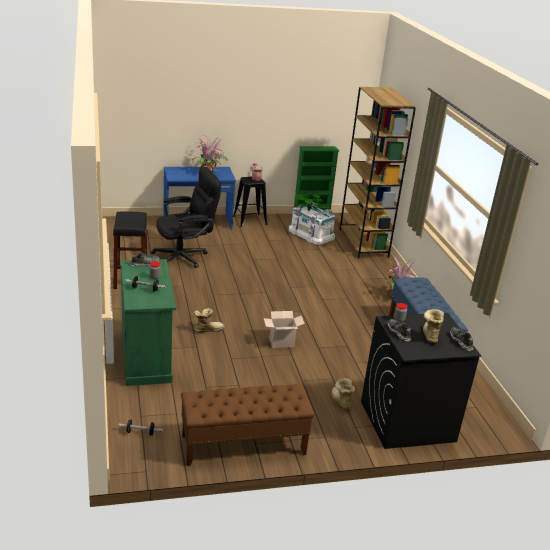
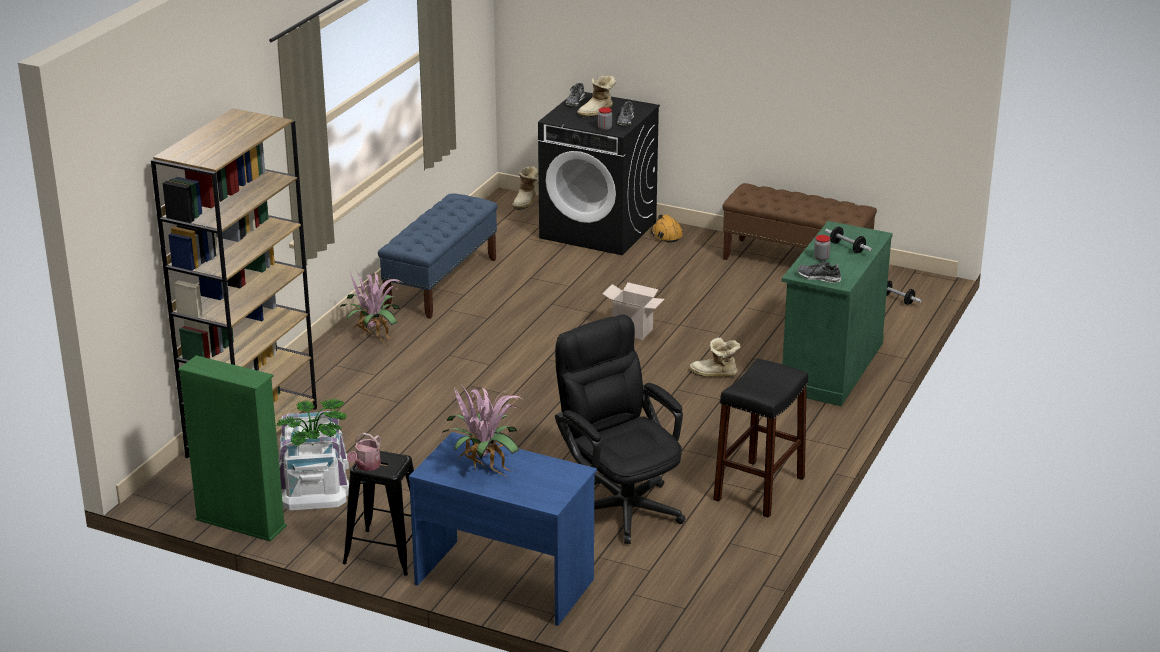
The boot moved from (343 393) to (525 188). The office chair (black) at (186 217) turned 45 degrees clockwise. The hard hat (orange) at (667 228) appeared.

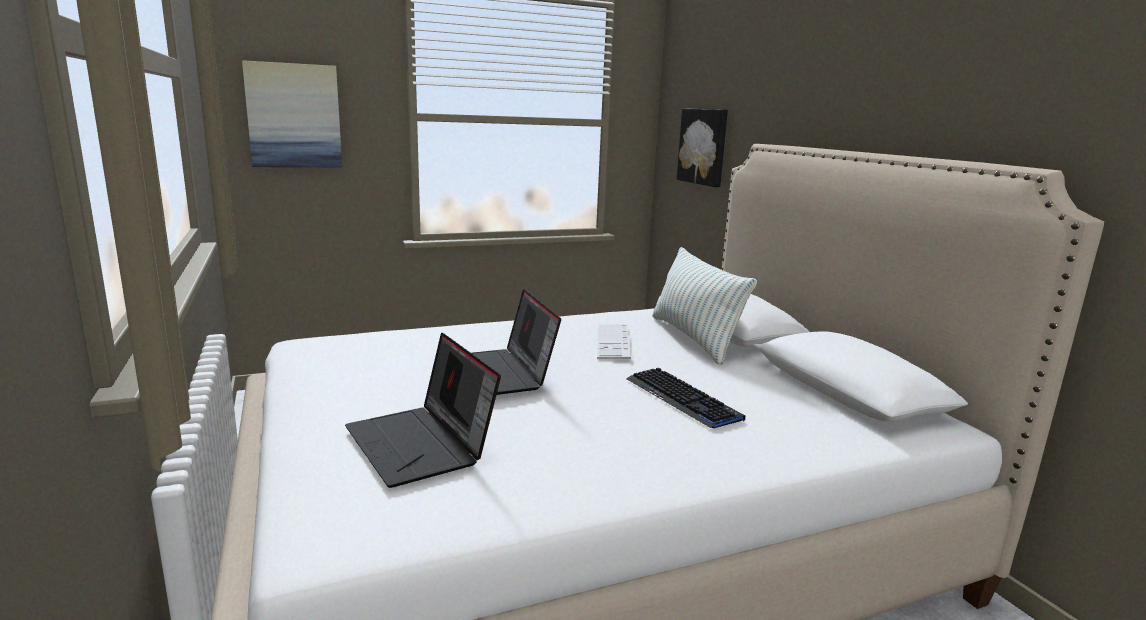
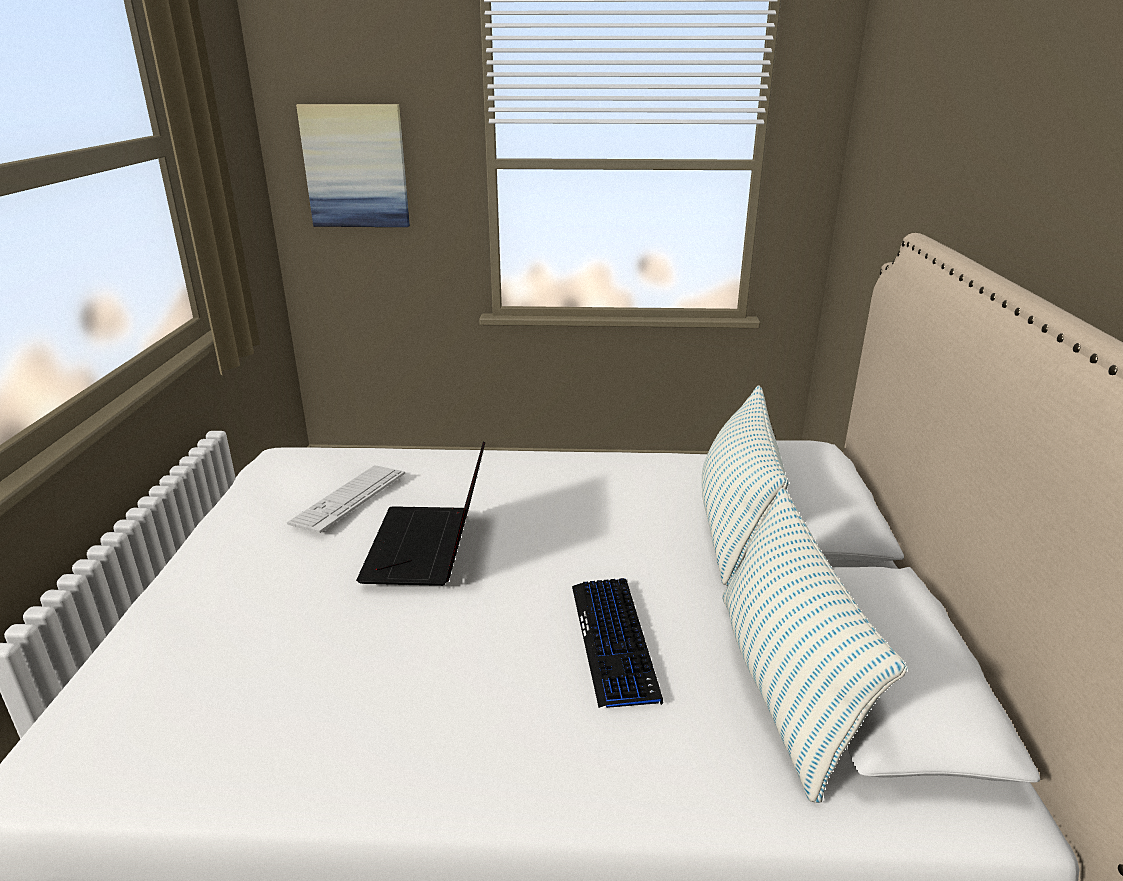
The keyboard moved from (614 341) to (346 499). The pillow at (815 645) appeared. The laptop at (423 410) disappeared. The picture at (702 148) disappeared.

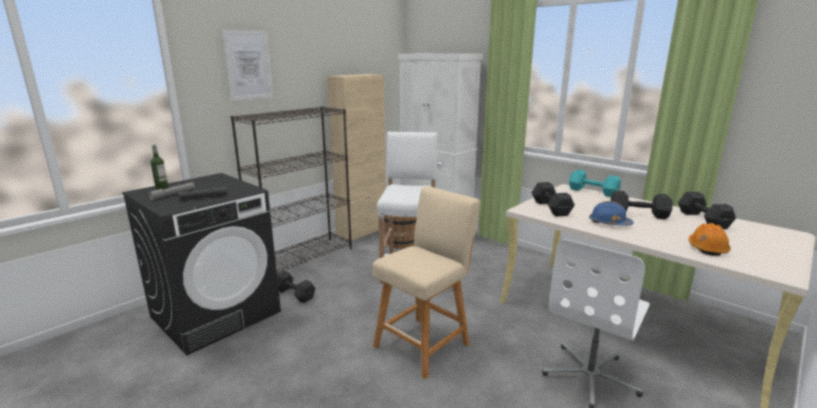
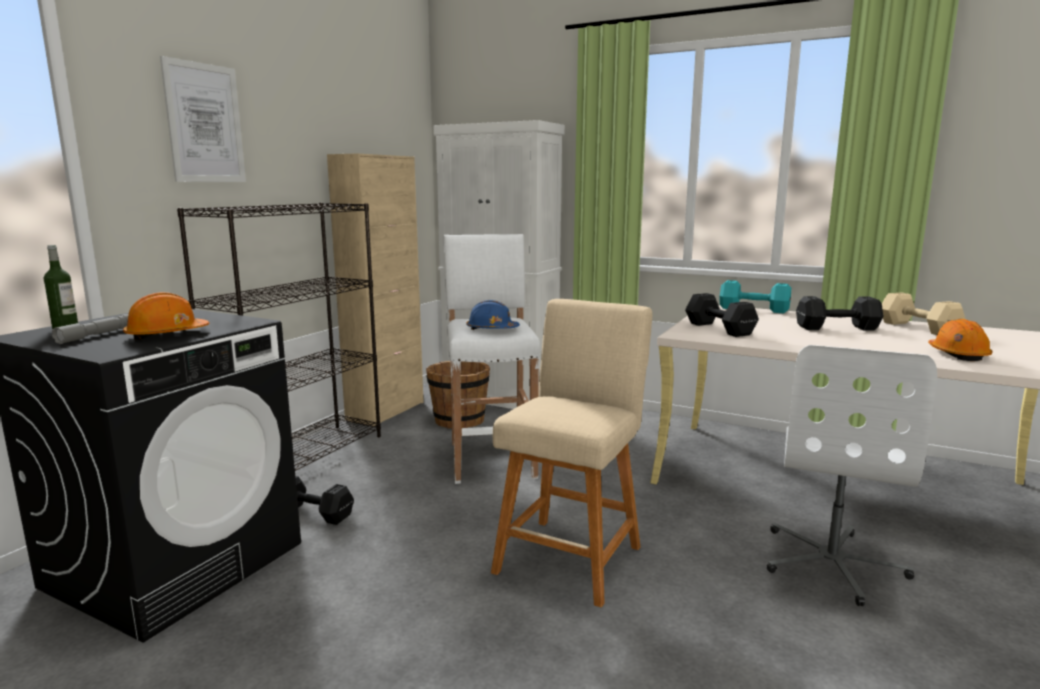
The flashlight (grey) at (202 193) was replaced by the hard hat (orange) at (166 316). The hard hat (blue) moved from (611 213) to (493 315). The dumbbell (black) at (707 210) became the dumbbell (beige) at (923 313).

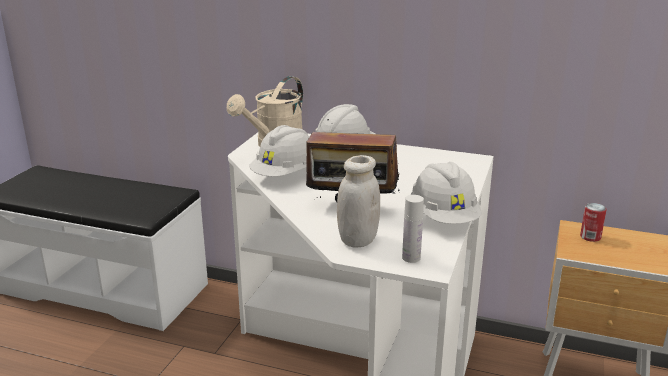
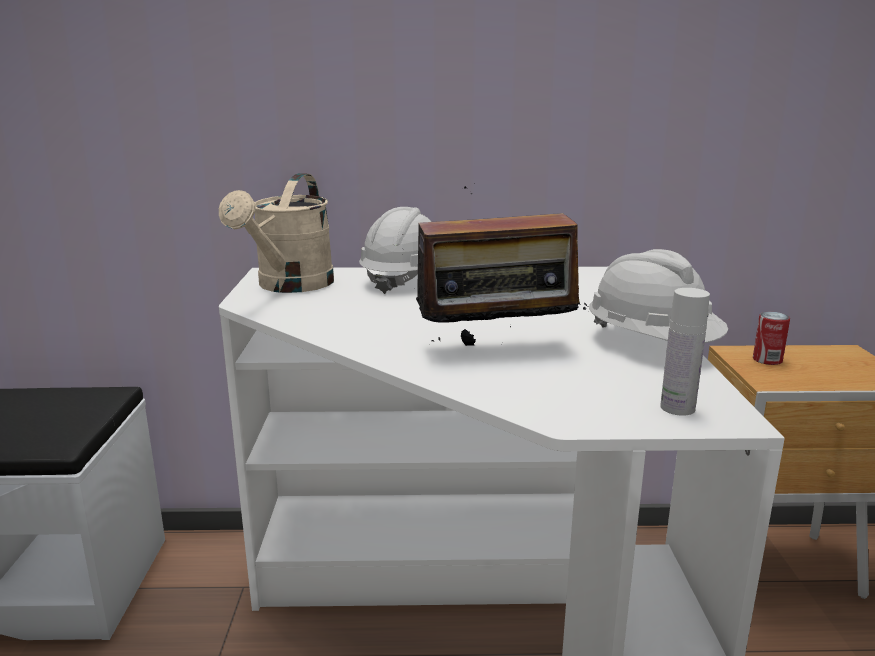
The hard hat (white) at (279 151) disappeared. The jar (white) at (358 201) disappeared.

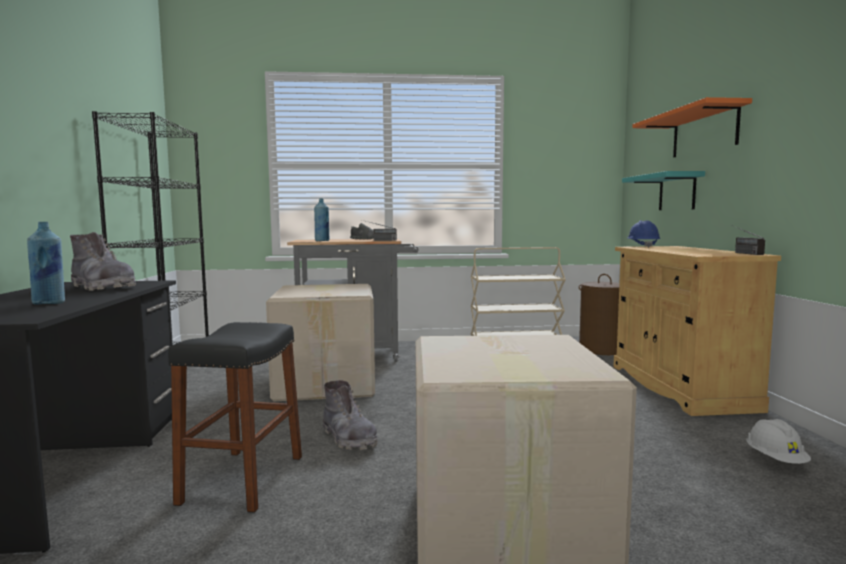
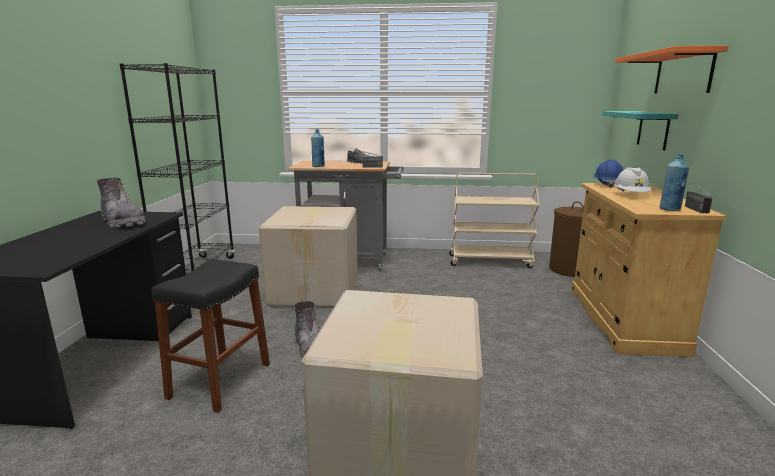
The hard hat (white) moved from (778 441) to (632 180). The bottle (blue) moved from (46 263) to (674 182).

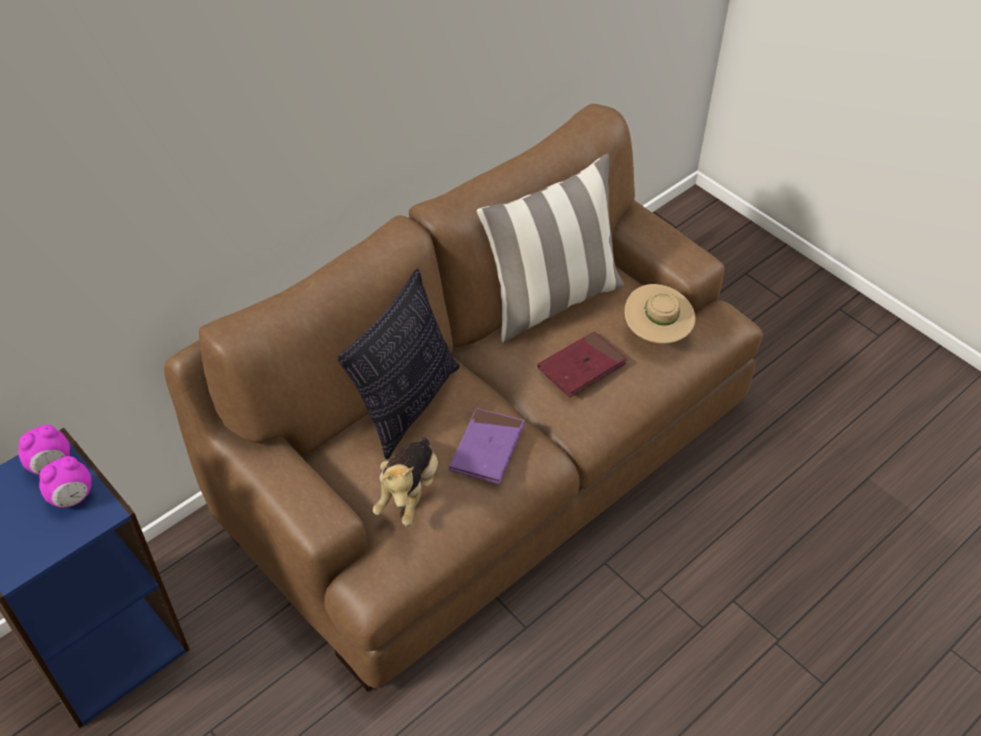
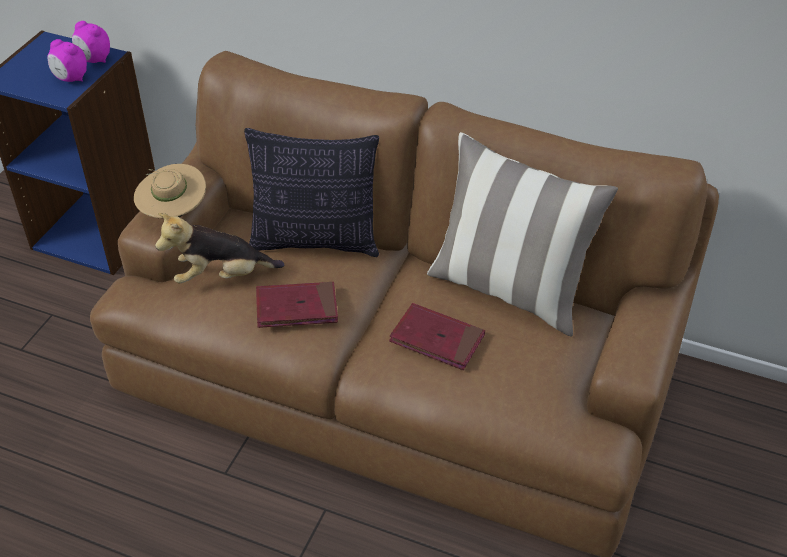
The hat (beige) moved from (659 313) to (170 191). The book (purple) at (487 446) became the book (red) at (297 305).

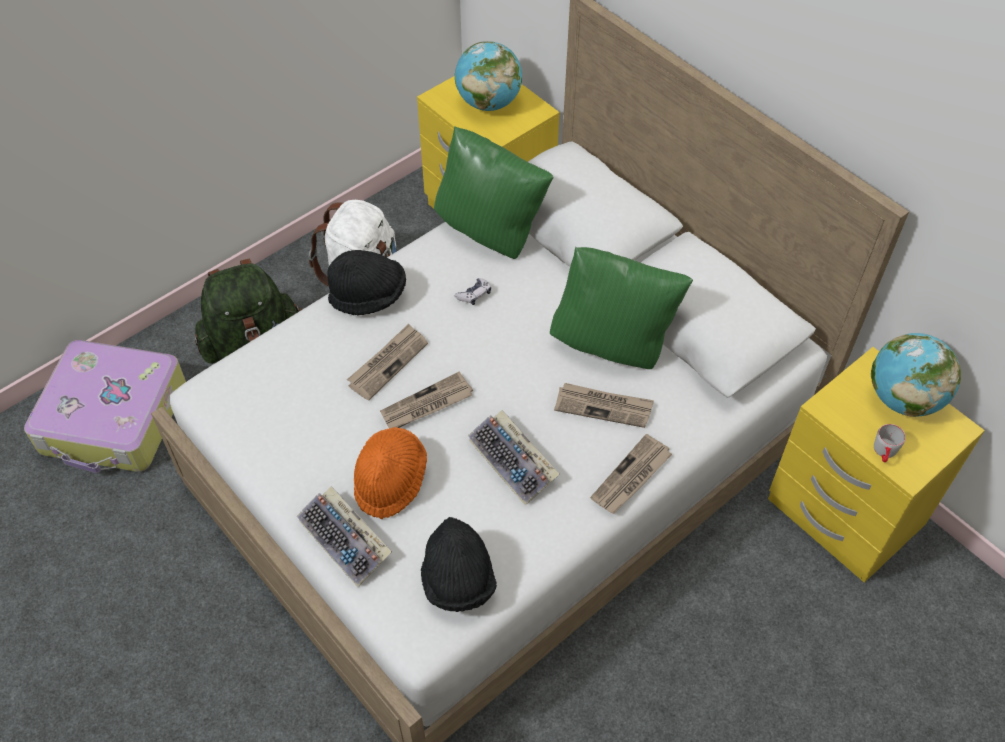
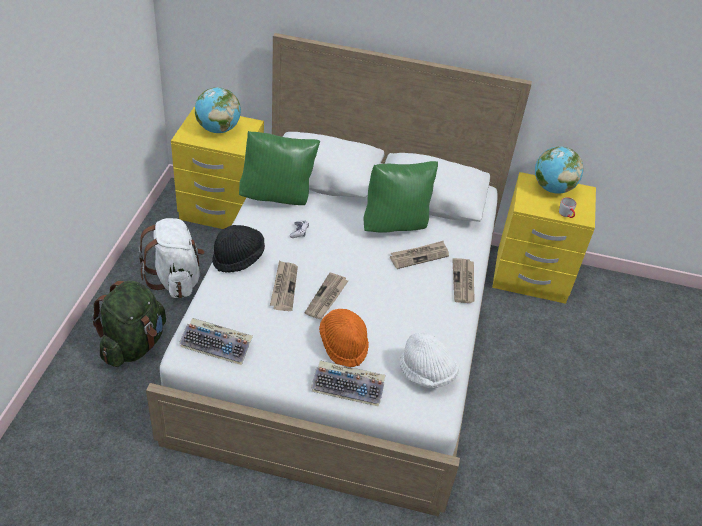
The keyboard moved from (513 458) to (216 341). The hat (black) at (459 564) became the hat (white) at (429 360). The suitcase at (105 406) disappeared.

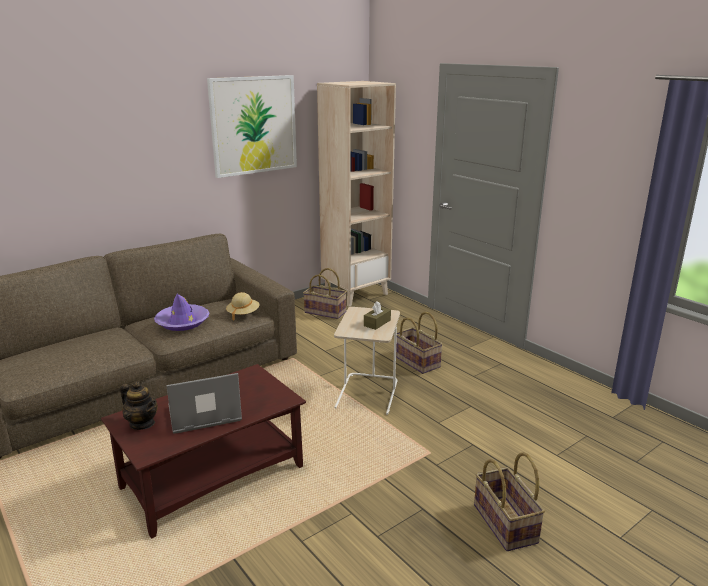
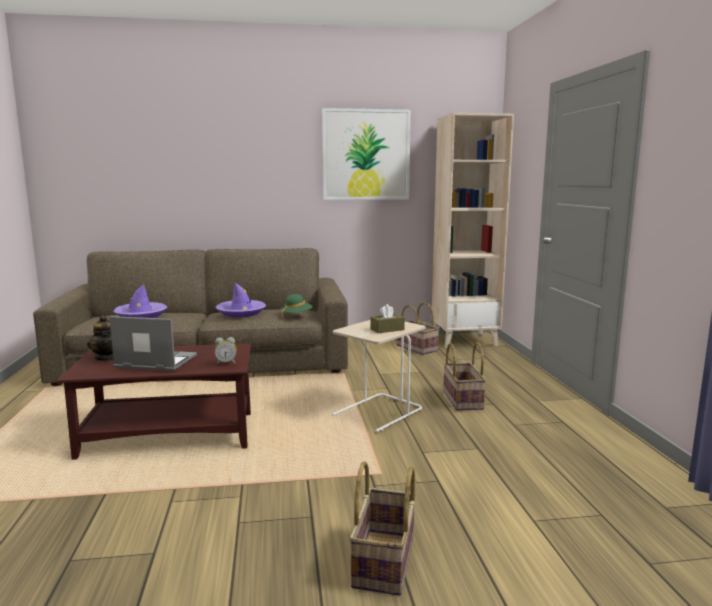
The hat (purple) at (140 301) appeared. The alarm clock at (225 351) appeared. The hat (beige) at (243 306) became the hat (green) at (296 305).

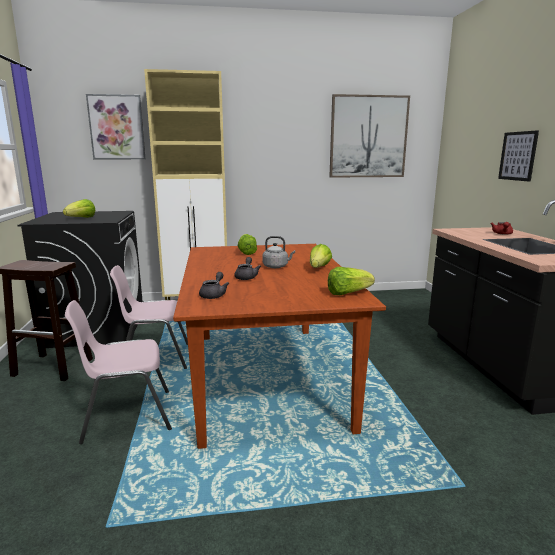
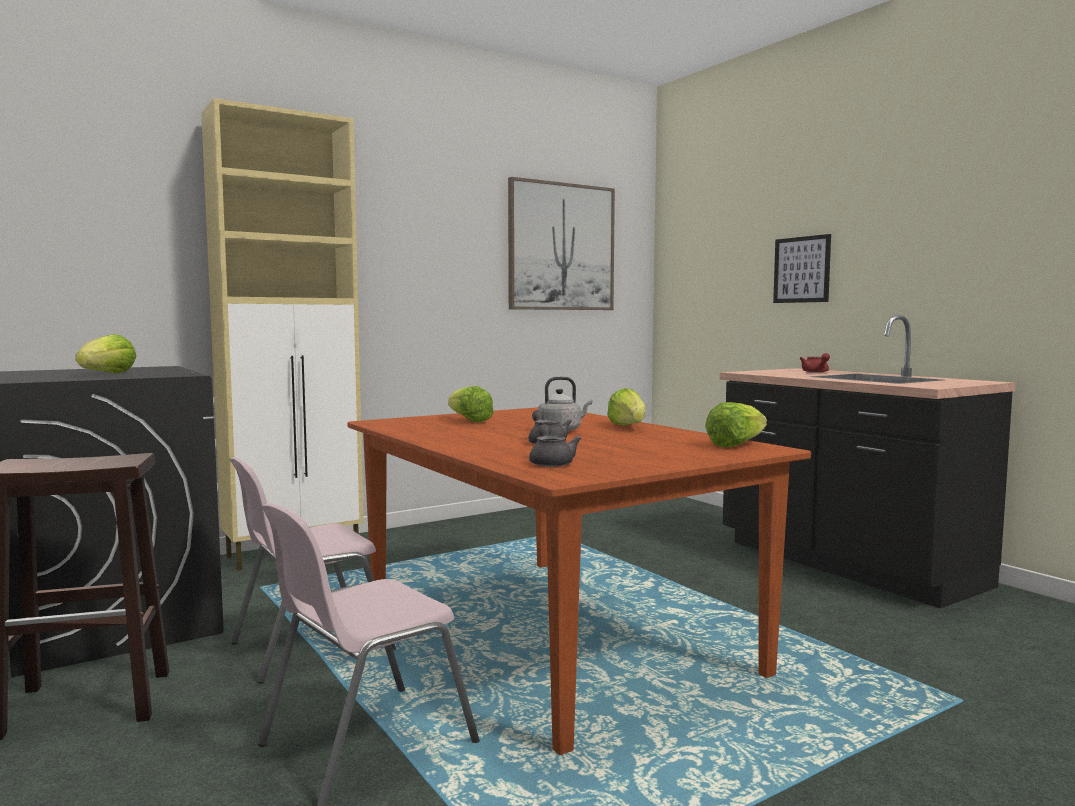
The picture at (115 126) disappeared.

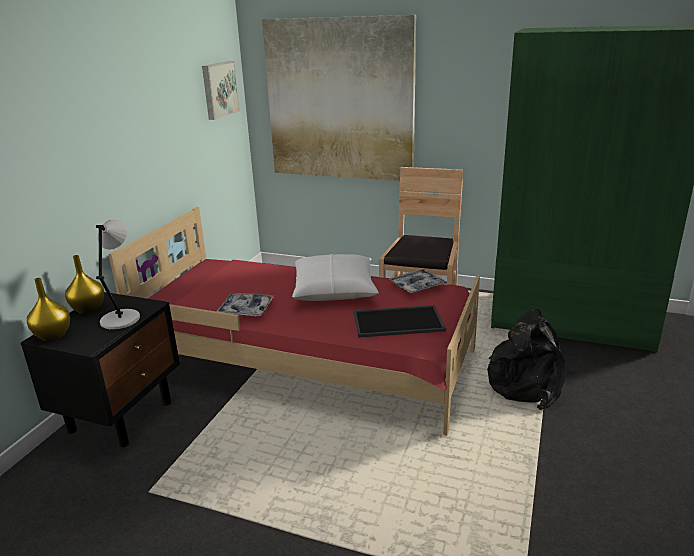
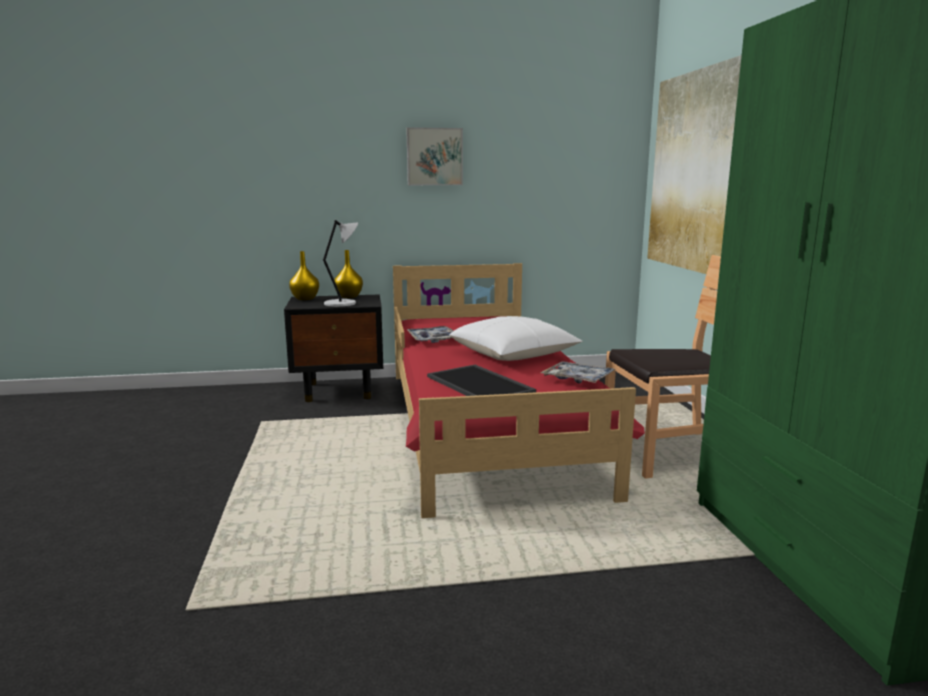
The picture moved from (221 90) to (434 156). The backpack (black) at (531 359) disappeared.

